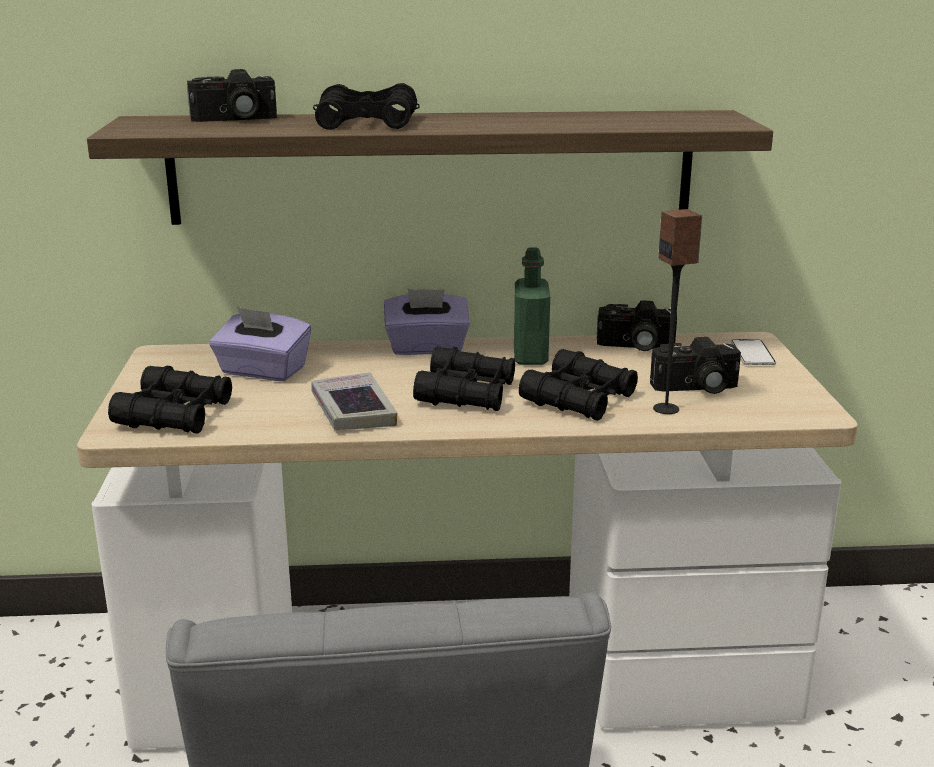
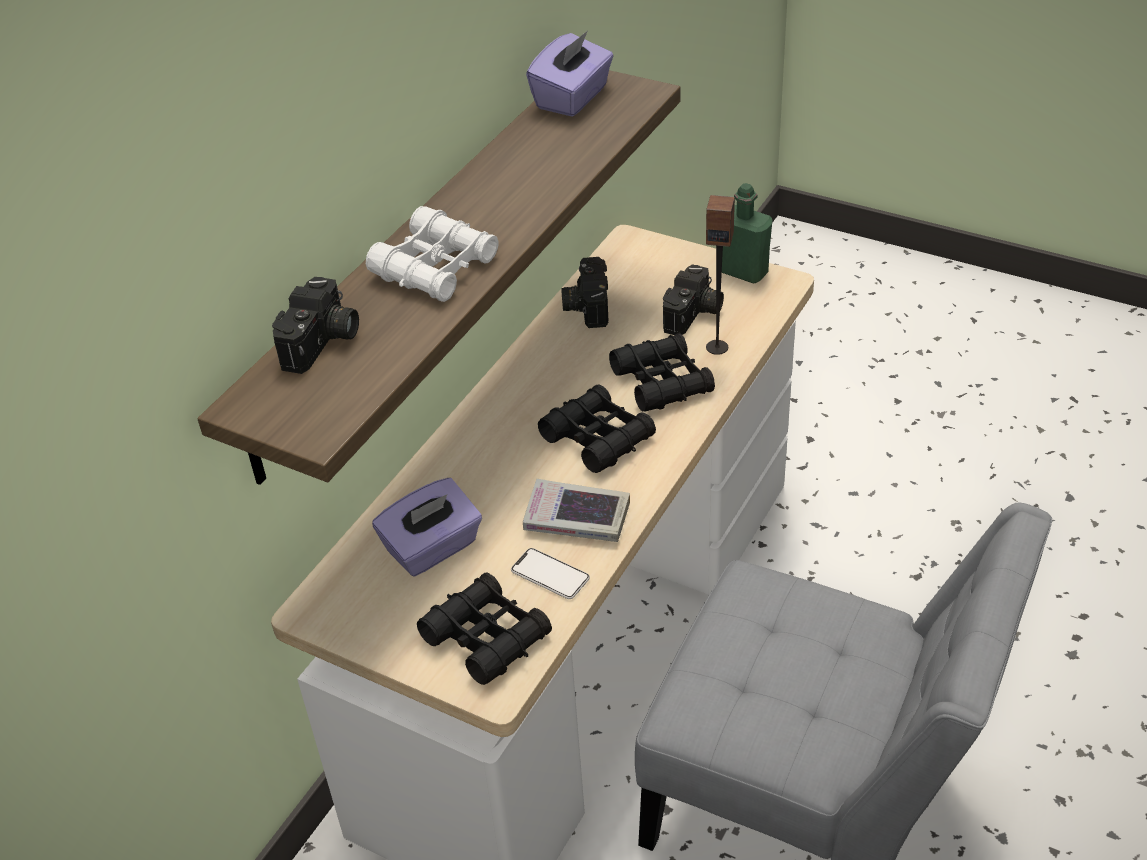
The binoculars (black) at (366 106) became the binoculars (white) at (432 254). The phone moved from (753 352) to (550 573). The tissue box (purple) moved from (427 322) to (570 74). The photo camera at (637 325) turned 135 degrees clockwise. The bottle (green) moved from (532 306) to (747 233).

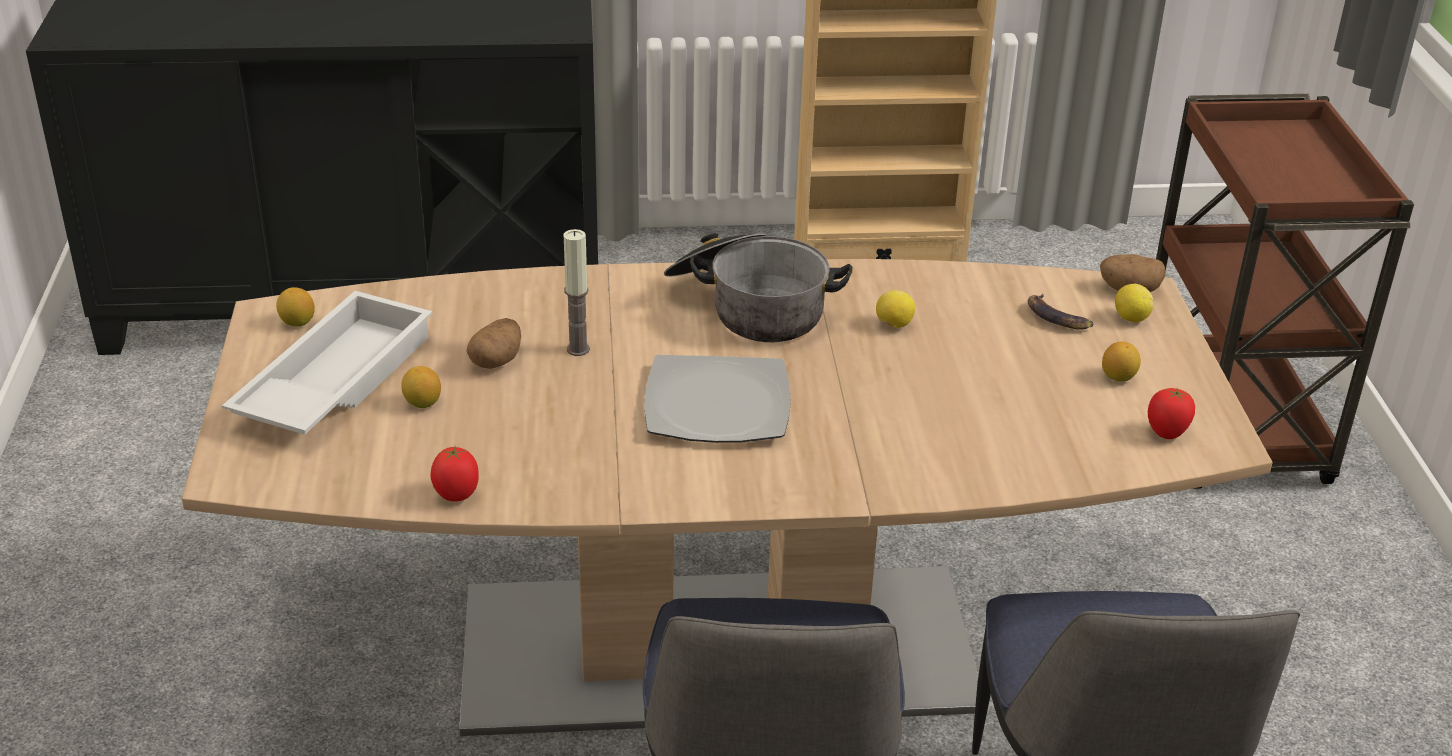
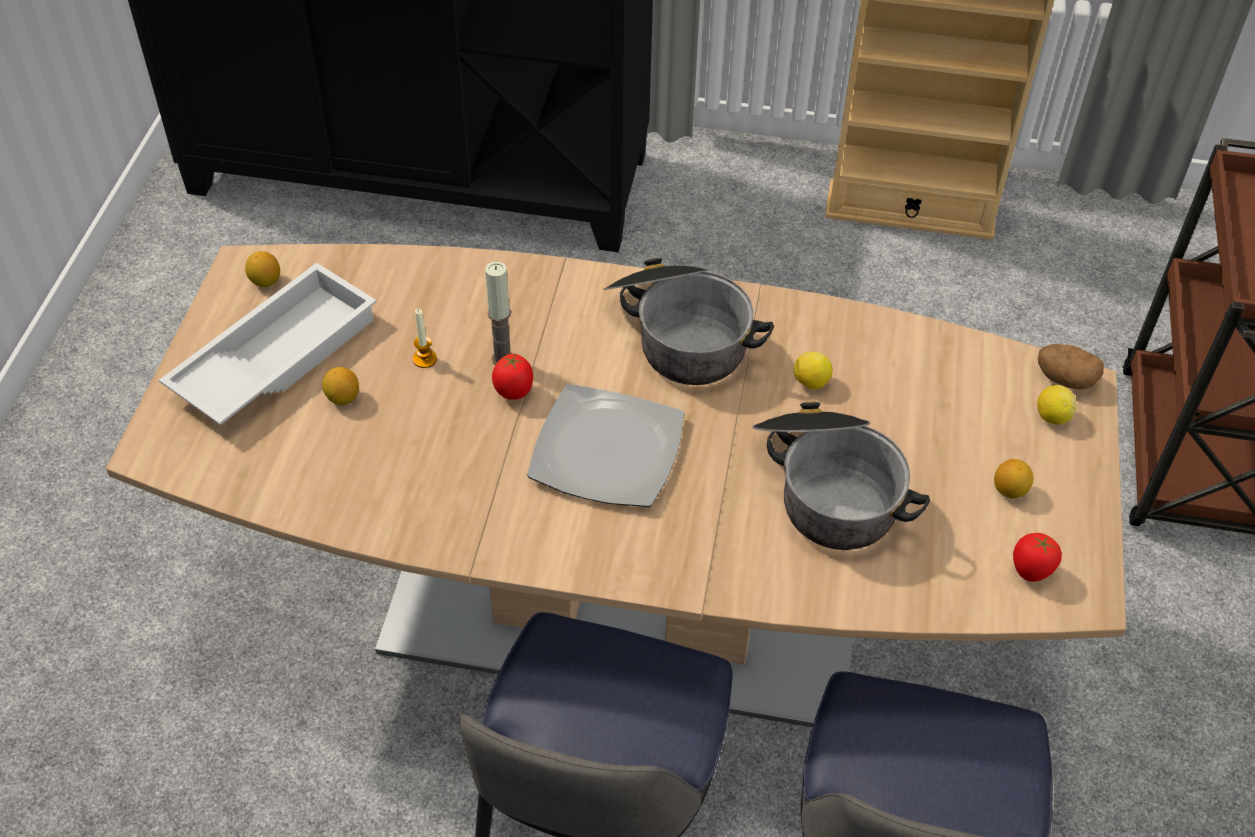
The potato at (494 343) was replaced by the candle at (425 338). The tomato moved from (454 474) to (512 377). The cooking pot at (841 475) appeared. The banana at (1061 311) disappeared.

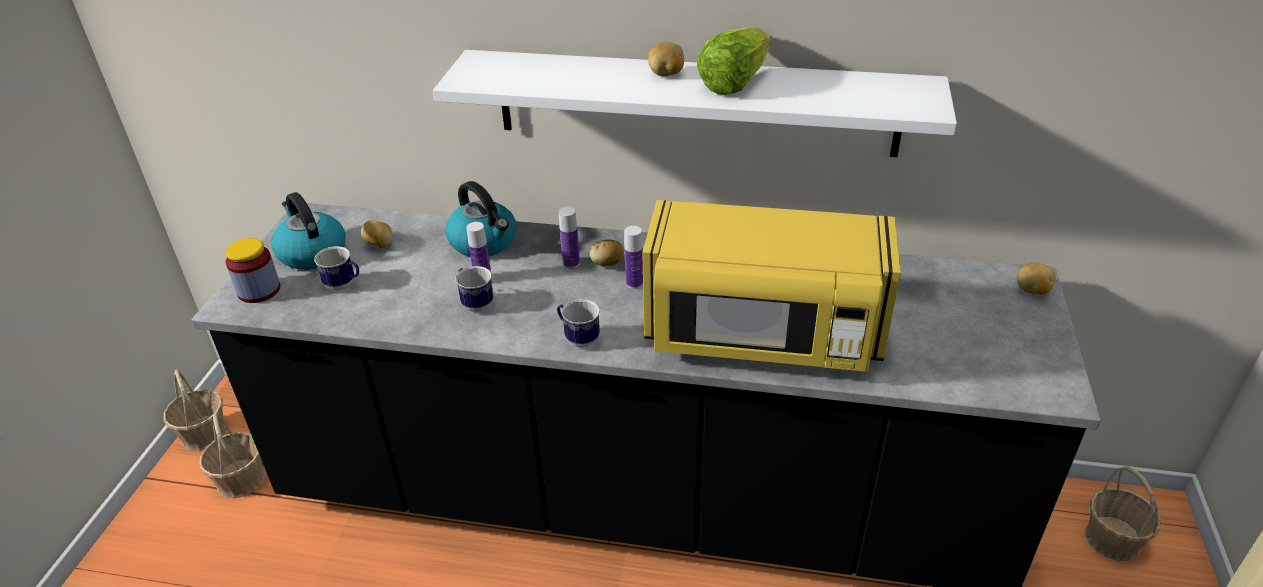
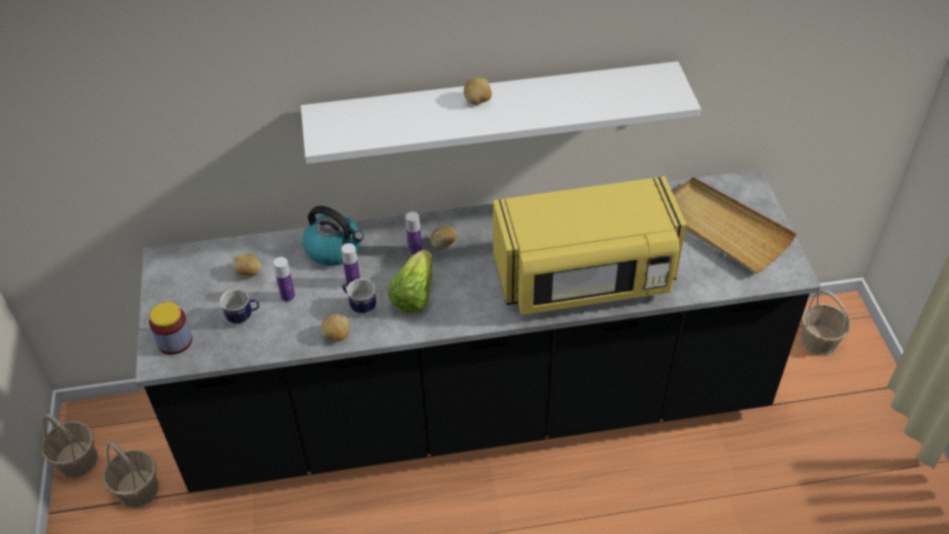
The bottle moved from (633 257) to (284 279). The potato moved from (1036 279) to (335 327). The lettuce moved from (734 61) to (410 281). The tray (beige) at (735 225) appeared. The kettle at (308 231) disappeared. The mug at (578 323) disappeared.

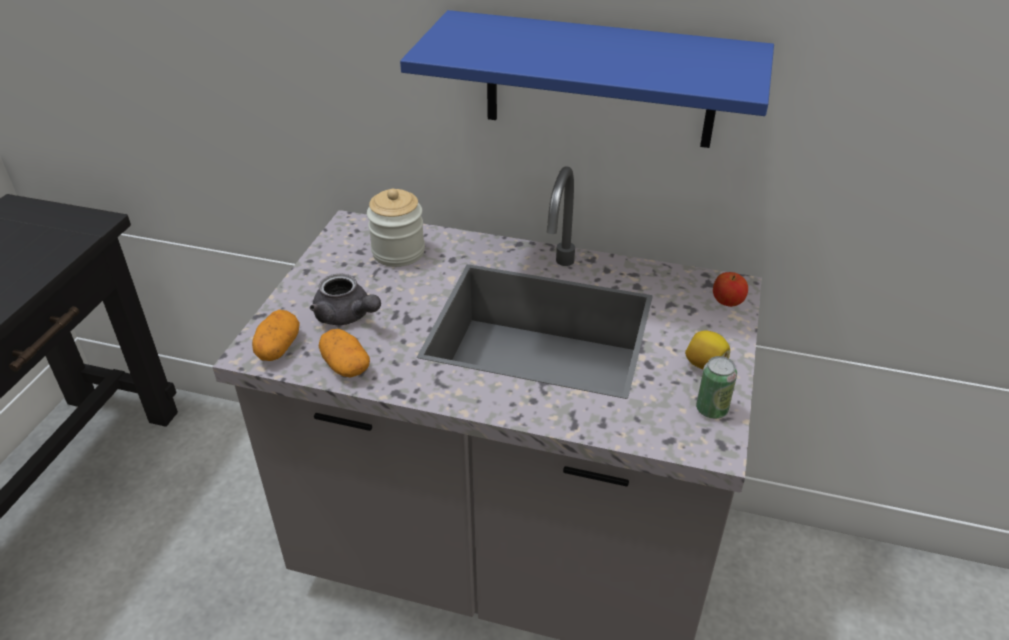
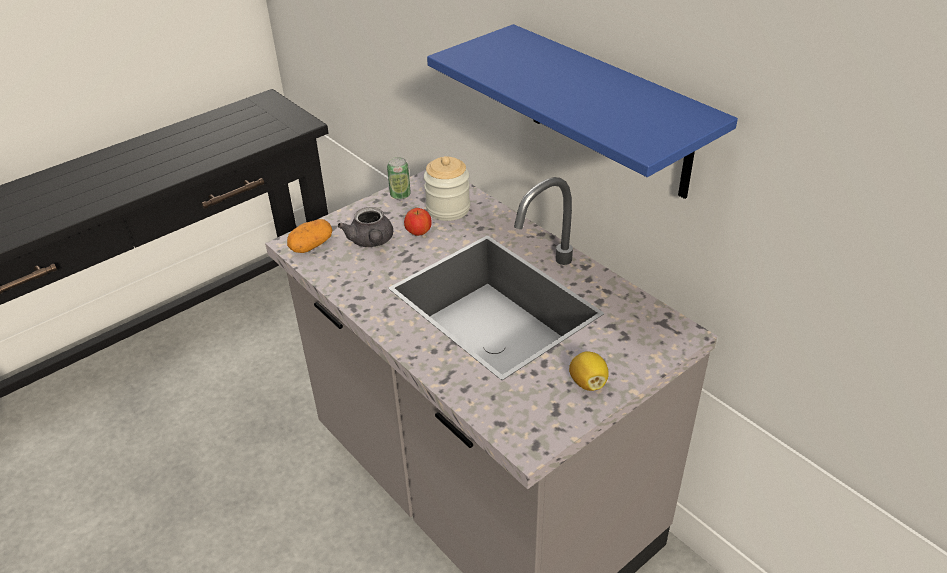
The can moved from (716 387) to (399 178). The apple moved from (730 289) to (418 222). The potato at (344 353) disappeared.

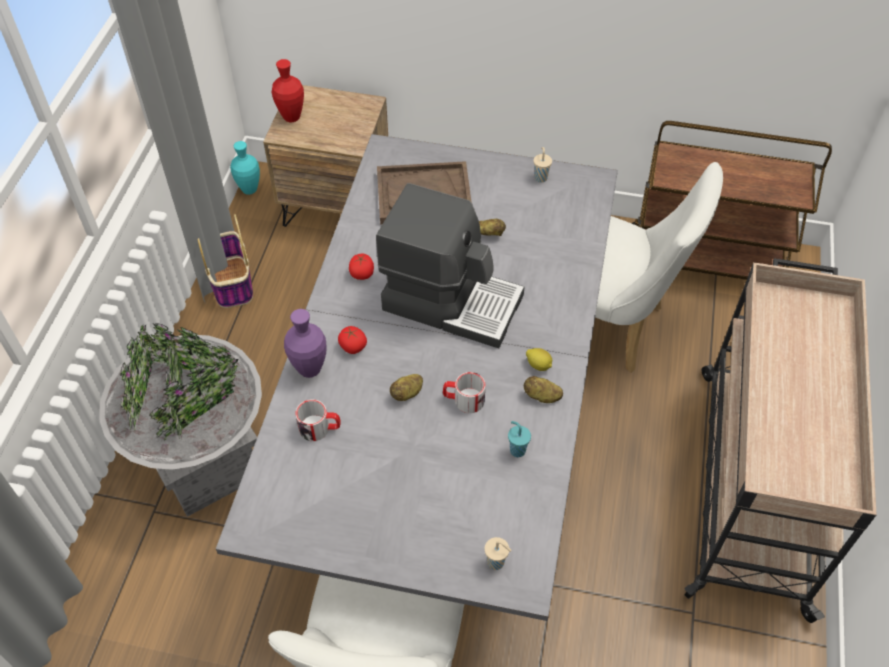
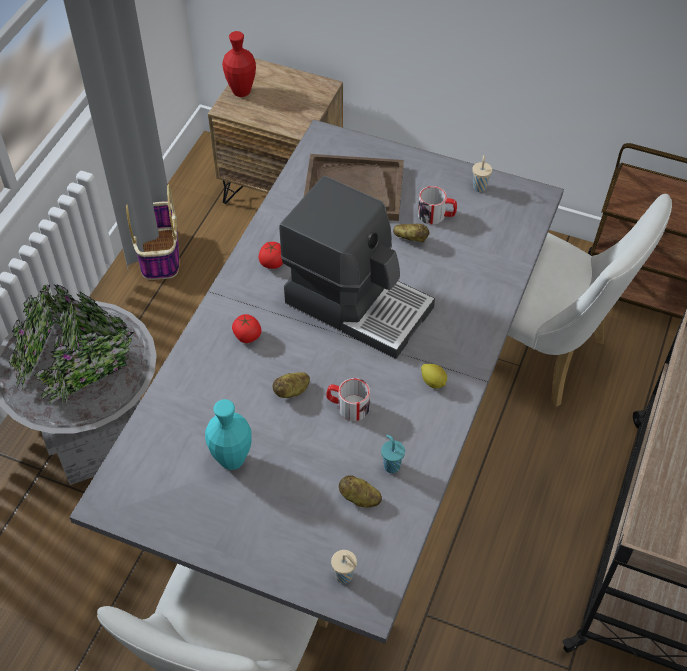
The vase (turquoise) moved from (245 168) to (228 434). The potato moved from (543 389) to (360 491). The mug moved from (318 420) to (437 205). The vase (purple) at (305 343) disappeared.

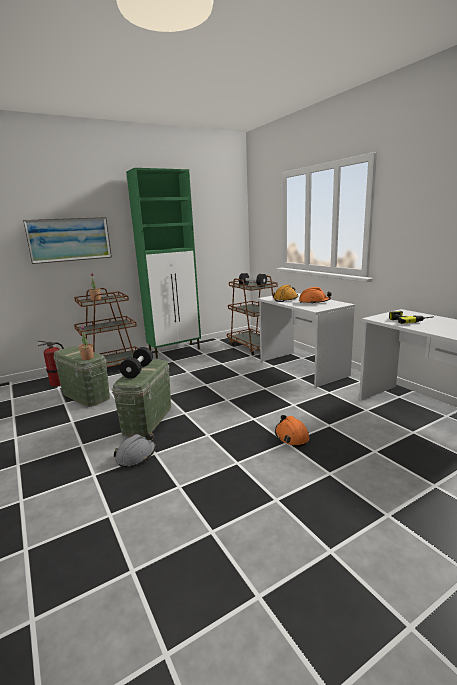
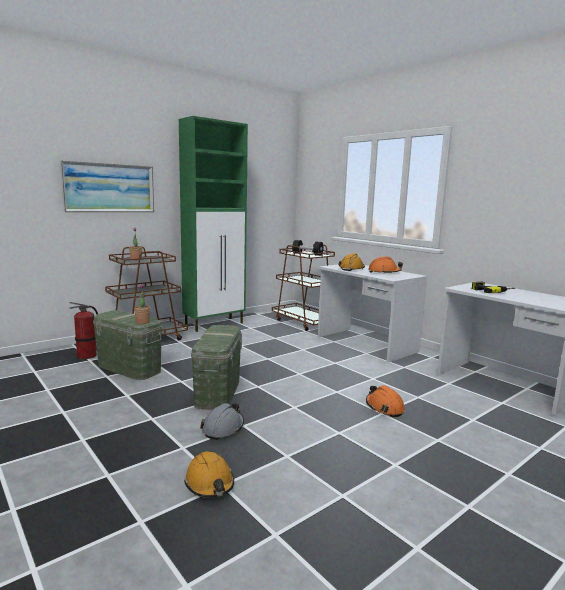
The hard hat (orange) at (209 474) appeared. The dumbbell (black) at (136 363) disappeared.

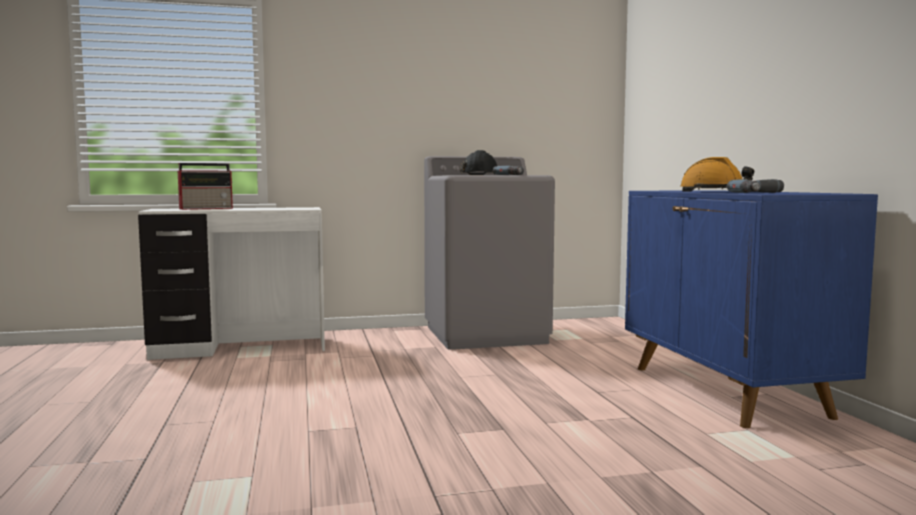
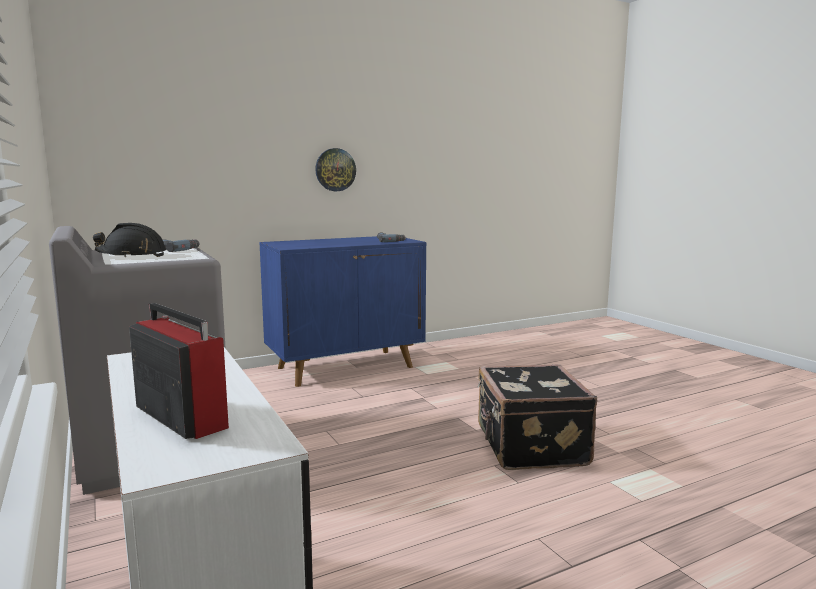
The wall clock at (335 169) appeared. The suitcase (black) at (537 417) appeared. The hard hat (orange) at (717 174) disappeared.

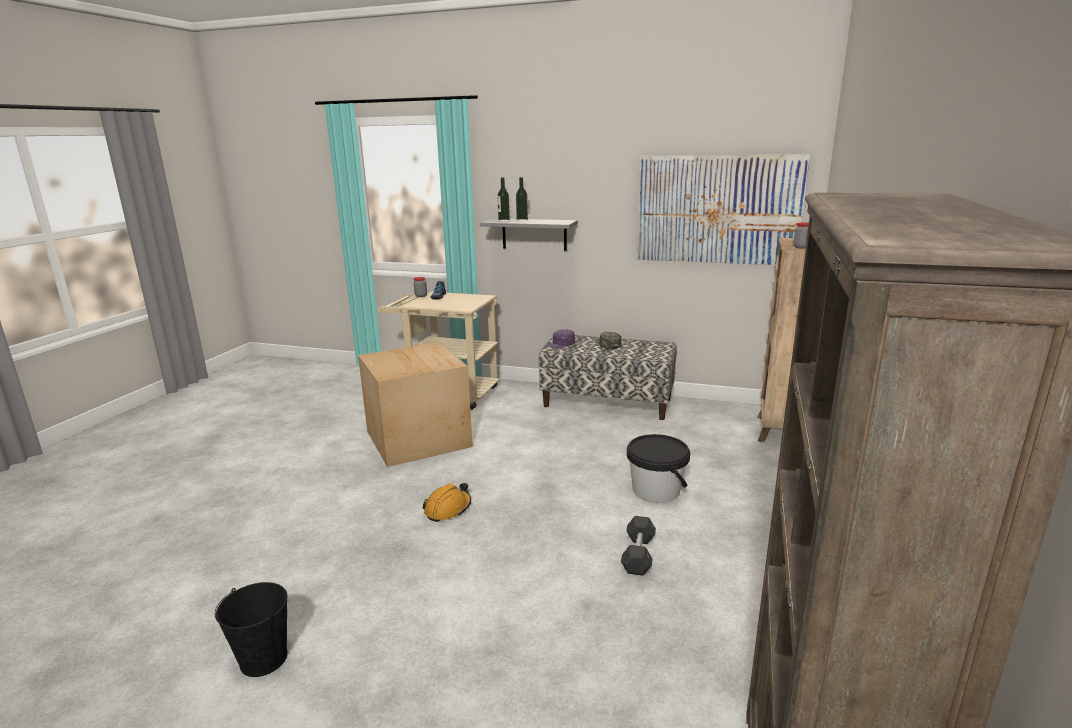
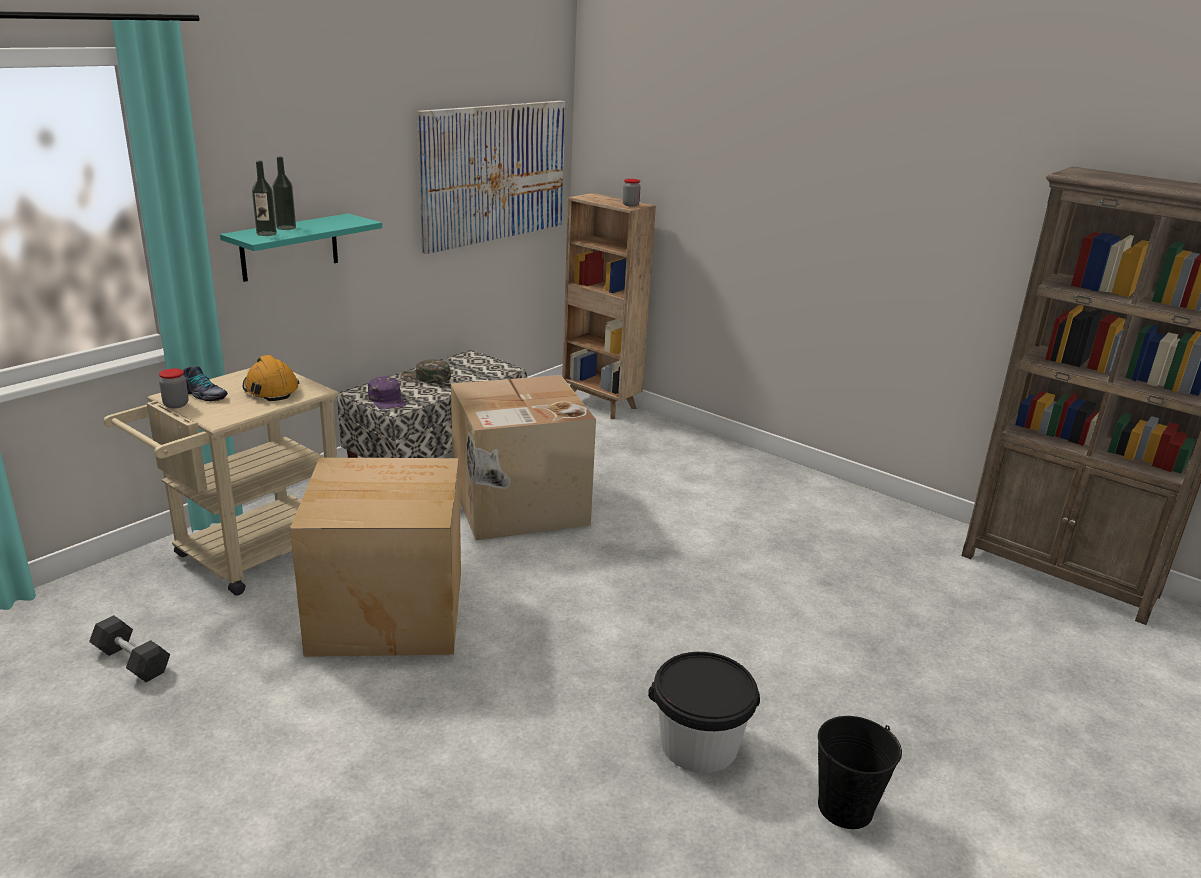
The dumbbell (grey) moved from (638 546) to (129 648). The shelf (grey) at (529 234) became the shelf (turquoise) at (301 247). The hard hat (orange) moved from (446 502) to (271 378). The cardboard box at (523 457) appeared. The bucket (black) moved from (658 468) to (704 712).

